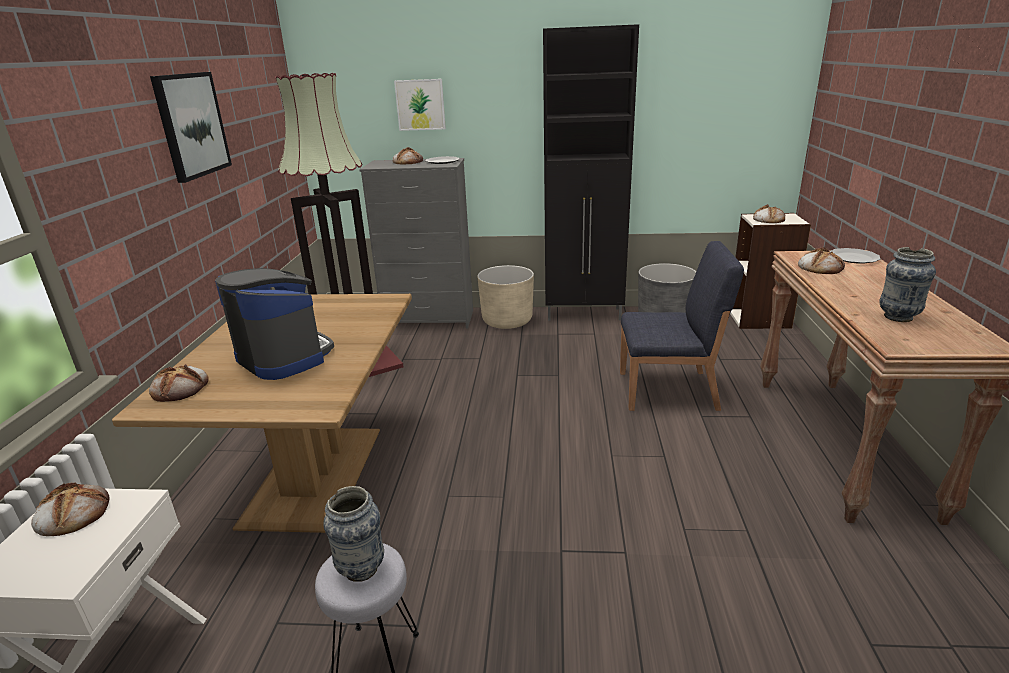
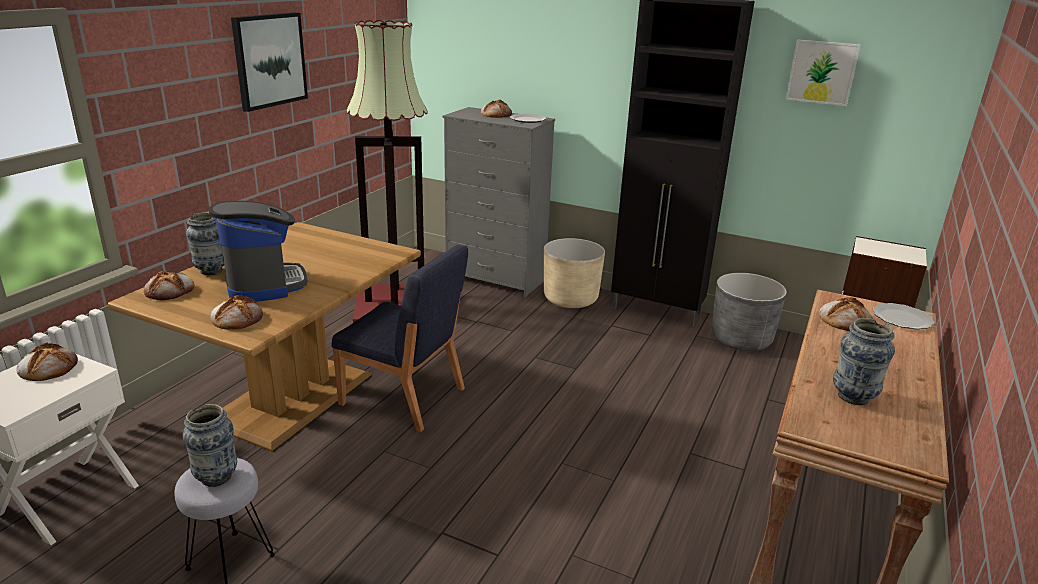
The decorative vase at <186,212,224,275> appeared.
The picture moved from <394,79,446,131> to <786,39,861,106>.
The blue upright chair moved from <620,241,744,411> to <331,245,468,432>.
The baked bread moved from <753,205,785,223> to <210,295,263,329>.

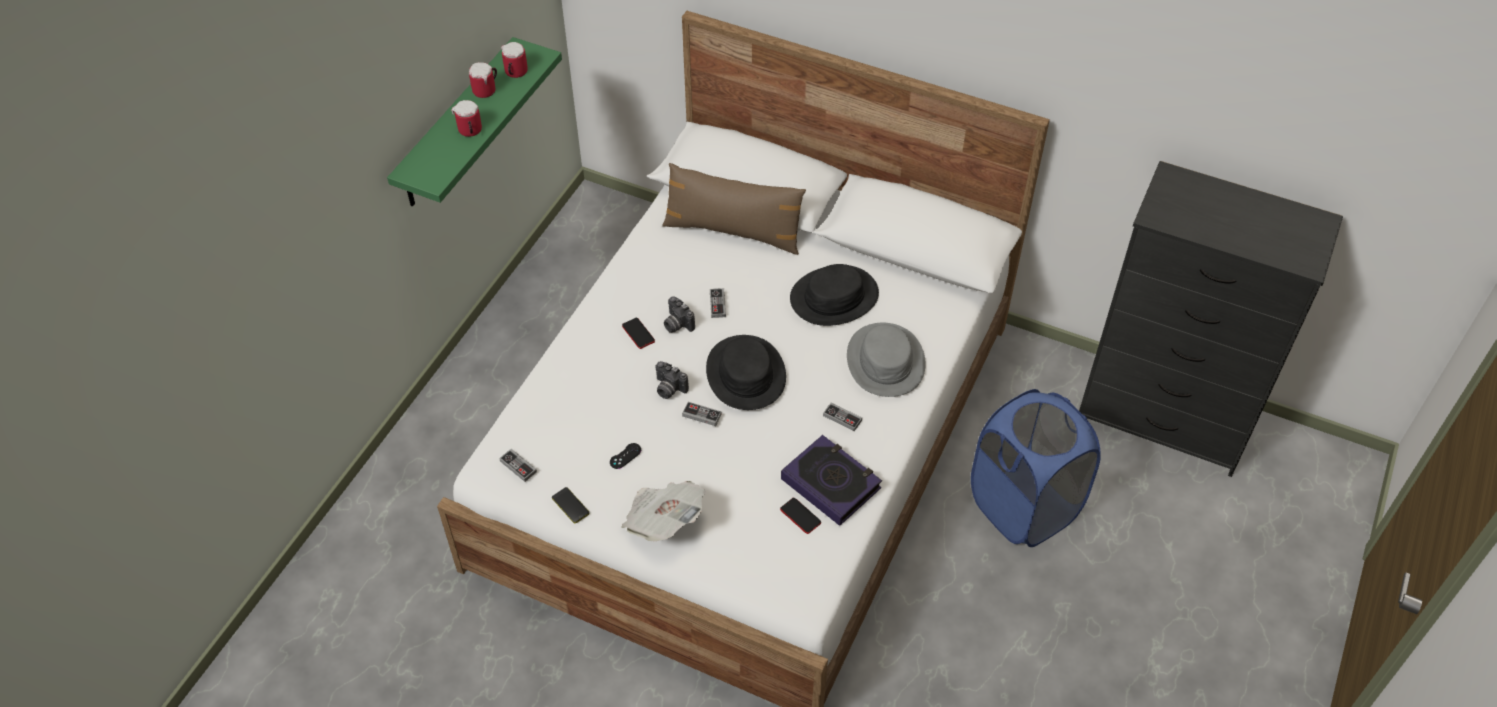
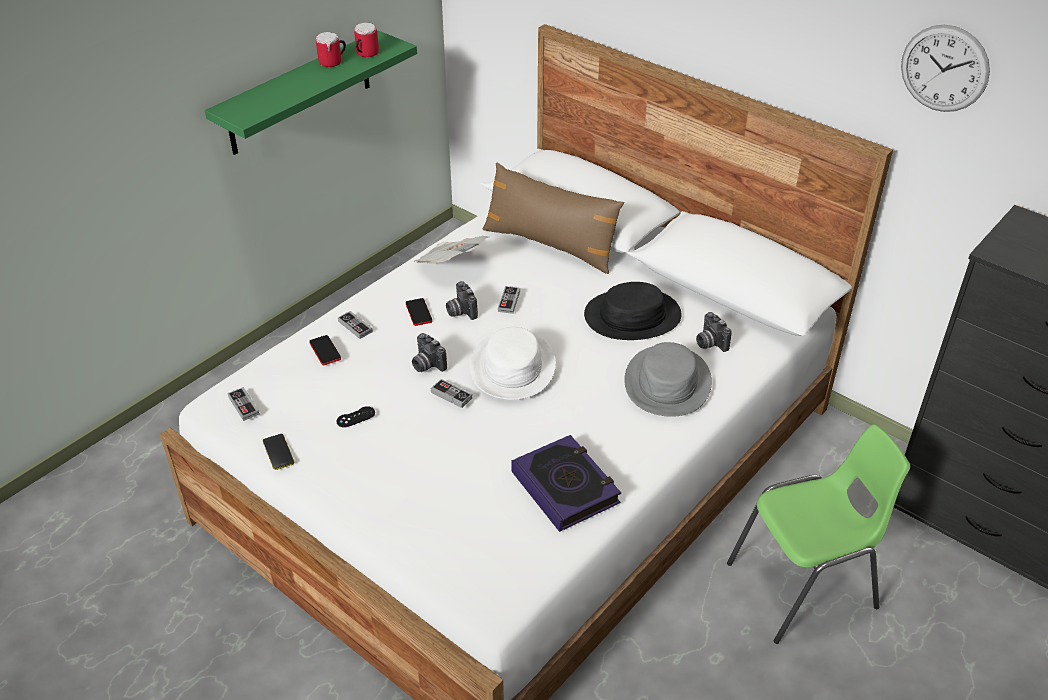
The mug at <451,100,482,137> disappeared.
The photo camera at <696,312,732,352> appeared.
The clock on the wall at <901,25,990,112> appeared.
The printed paper moved from <622,481,706,541> to <413,236,490,263>.
The phone moved from <780,498,821,534> to <309,335,341,365>.
The joypad moved from <823,402,862,431> to <338,311,373,339>.
The blue washing basket at <971,389,1101,547> was replaced by the green upright chair at <727,424,910,644>.
The black-coloured clothing hat at <706,335,786,410> became the whitish clothing hat at <470,327,556,400>.

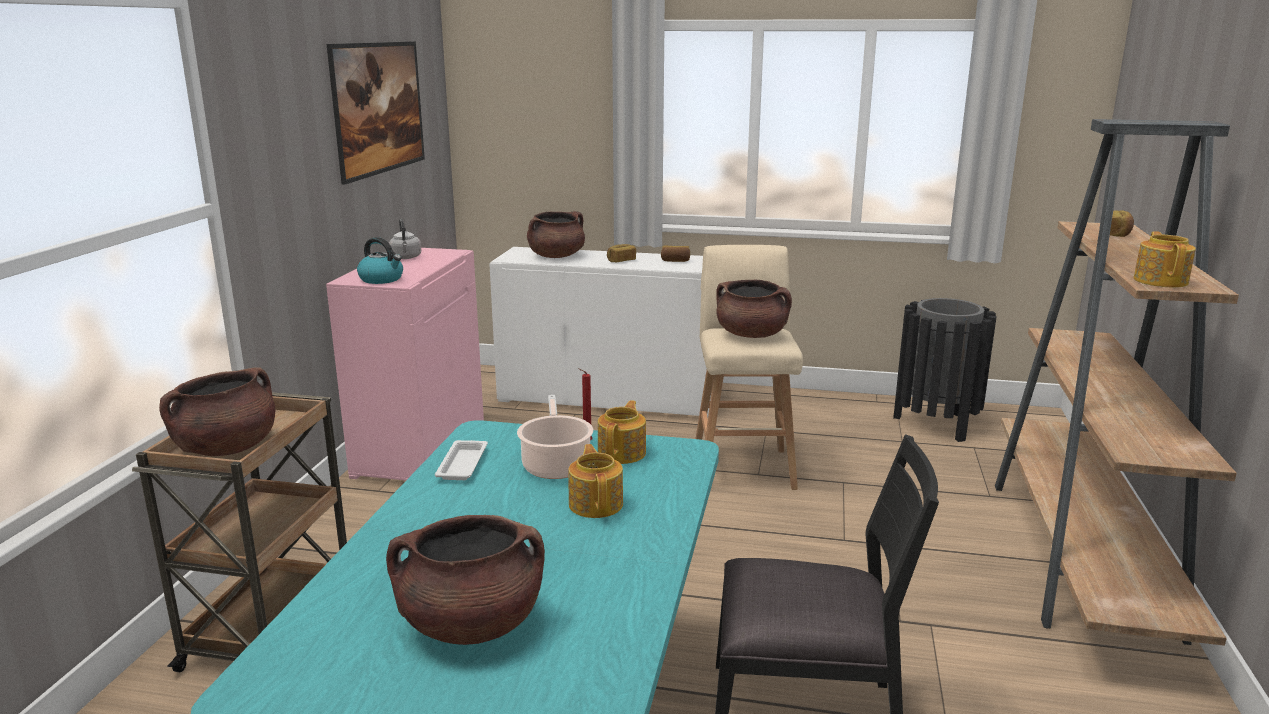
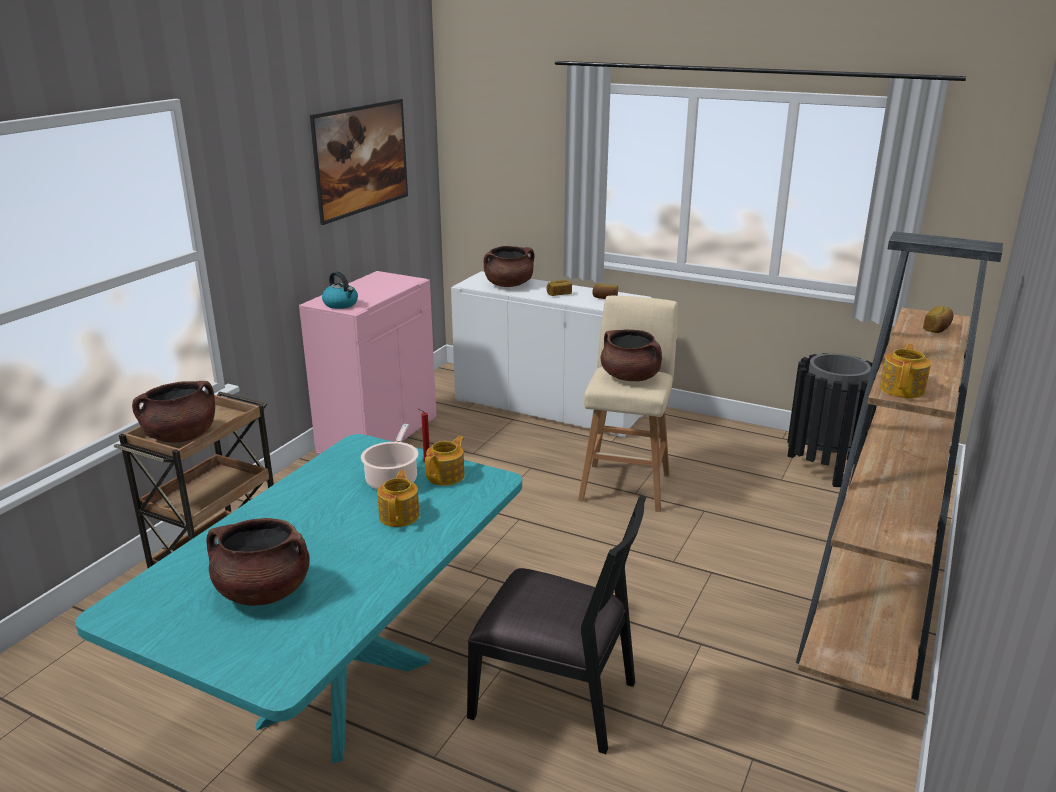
The greyish kettle at <389,219,421,259> disappeared.
The whitish tray at <435,440,488,480> disappeared.

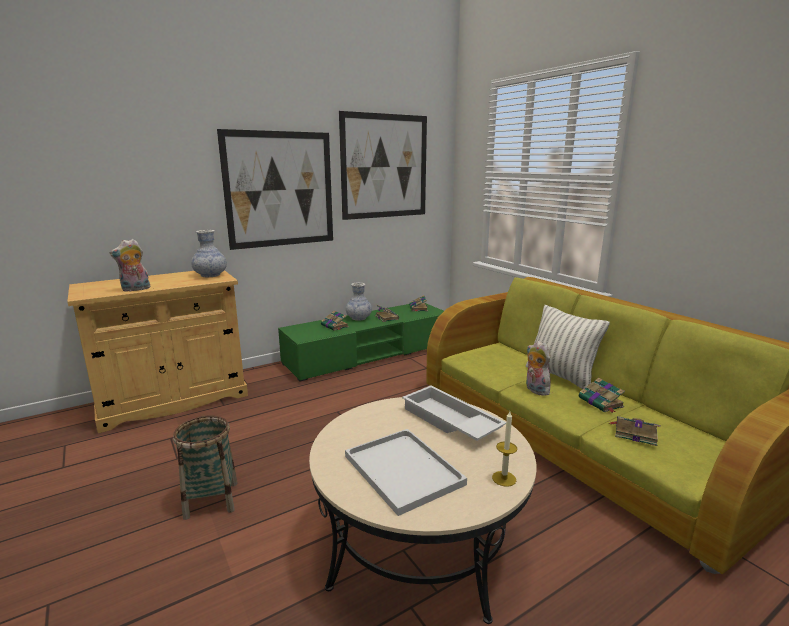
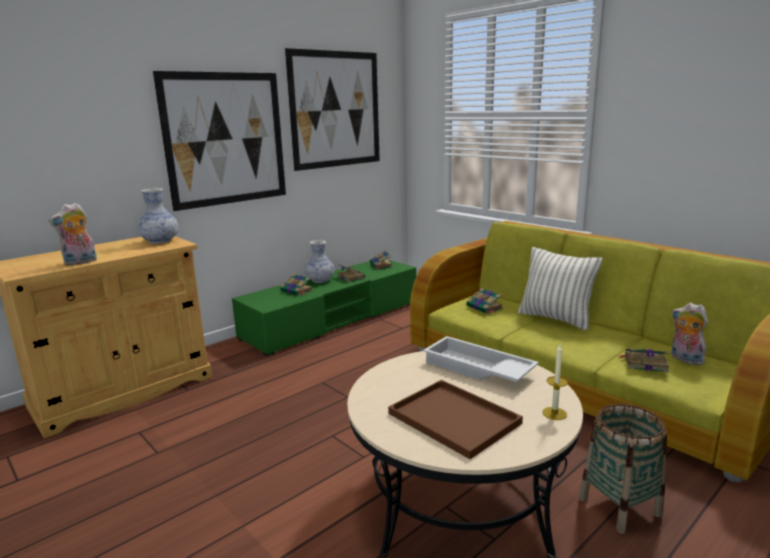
The household basket moved from <173,415,238,520> to <579,404,667,534>.
The cuddly toy moved from <526,341,551,396> to <672,303,708,365>.
The volume moved from <579,378,625,413> to <466,288,503,314>.
The whitish tray at <345,429,467,516> became the brownish tray at <388,380,523,459>.

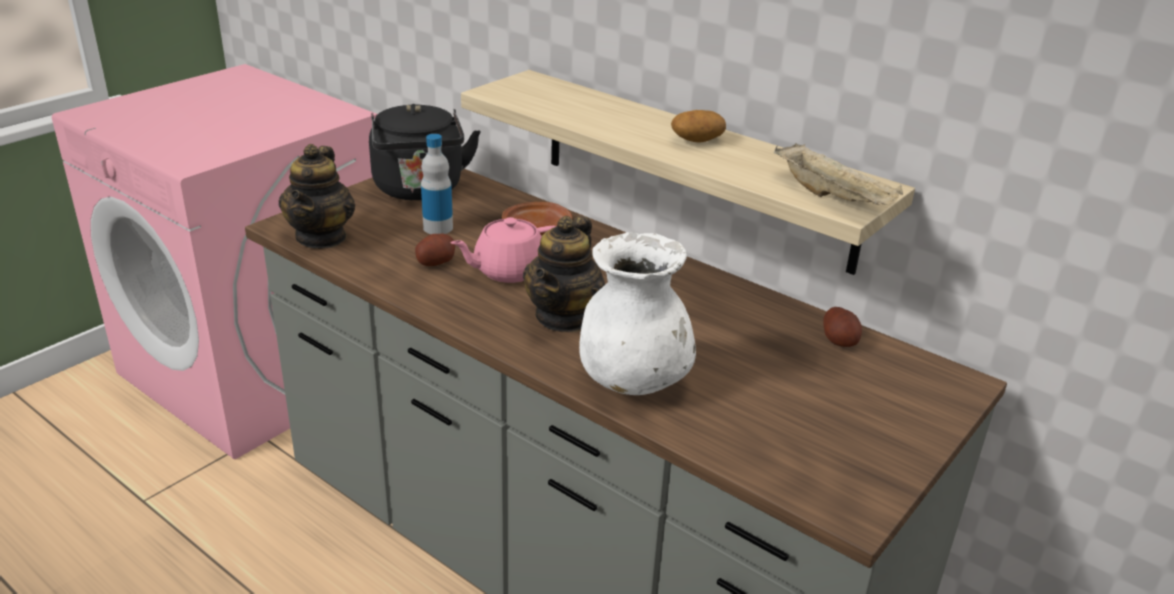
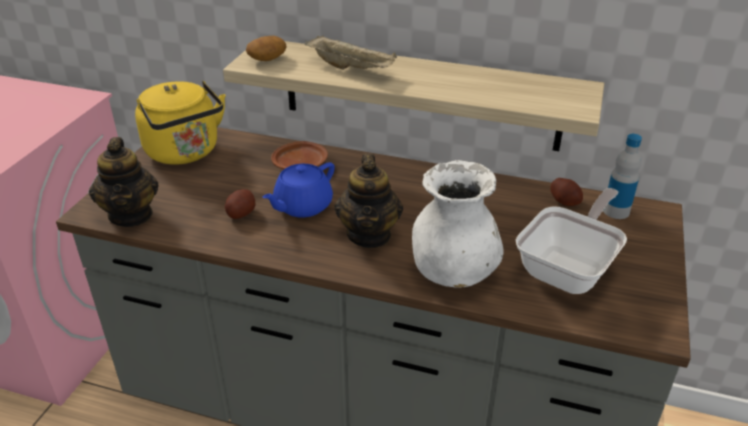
The pan at <516,188,627,294> appeared.
The bottle moved from <421,134,453,234> to <603,134,642,219>.
The spud moved from <671,110,726,143> to <246,36,287,61>.
The beige tray moved from <774,143,903,205> to <305,35,397,70>.
The black-coloured kettle at <369,104,481,200> became the yellow kettle at <135,81,226,165>.
The pink pot for tea at <450,217,556,283> became the blue pot for tea at <262,162,335,218>.

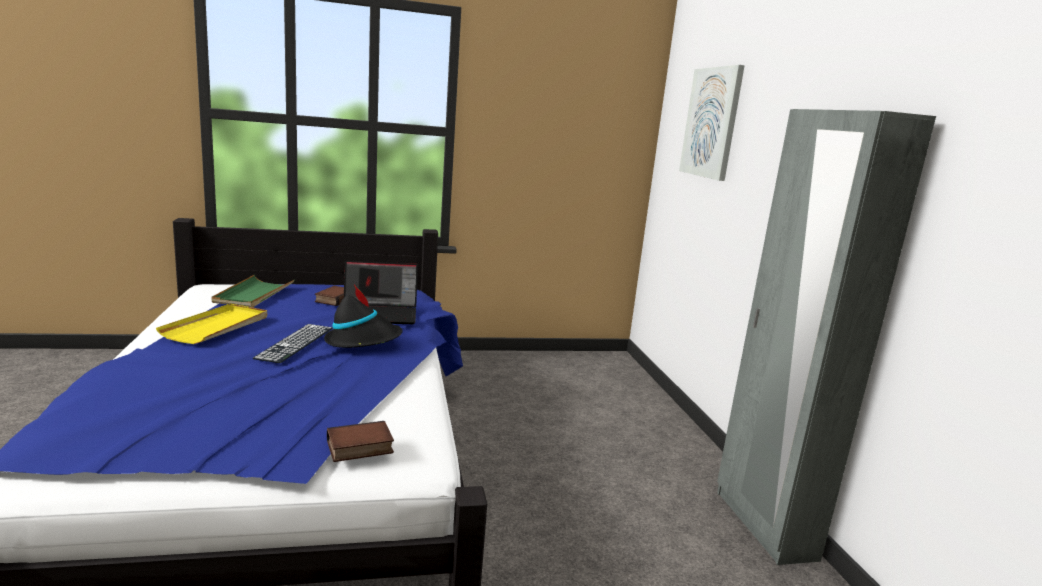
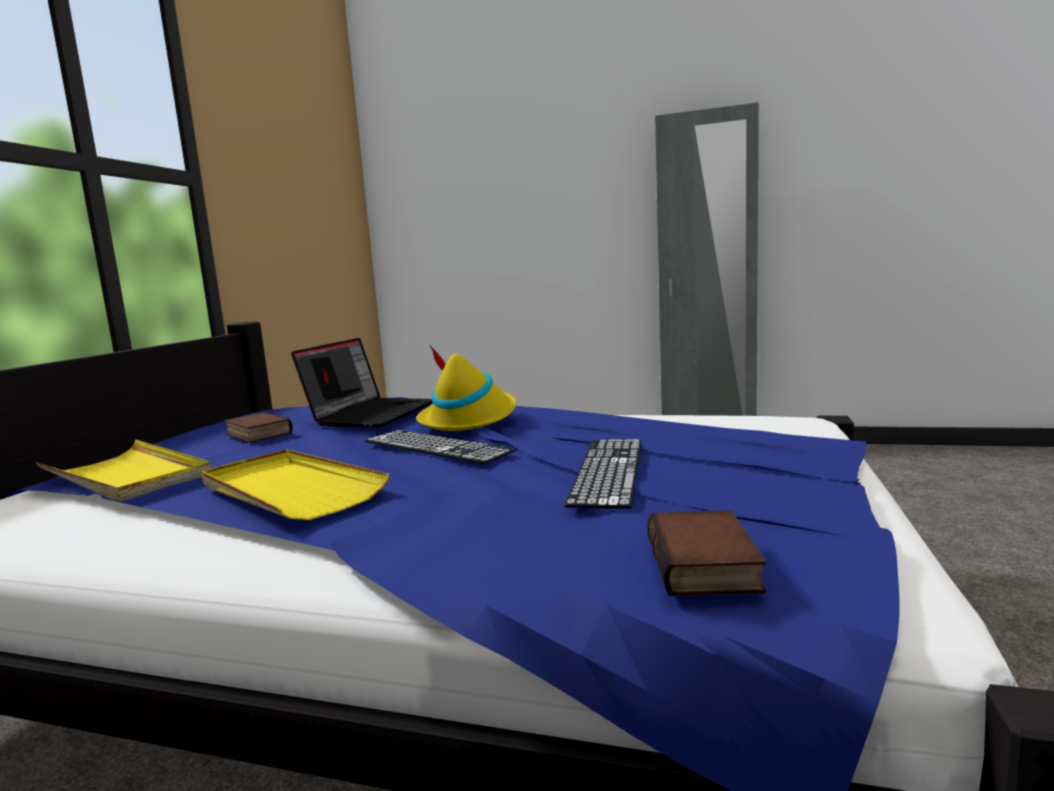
The picture at <679,65,745,181> disappeared.
The keyboard at <564,439,642,509> appeared.
The volume moved from <327,421,394,462> to <647,510,767,596>.
The green tray at <212,275,295,307> became the yellow tray at <36,440,211,502>.
The black-coloured clothing hat at <324,285,403,348> became the yellow clothing hat at <416,345,516,431>.

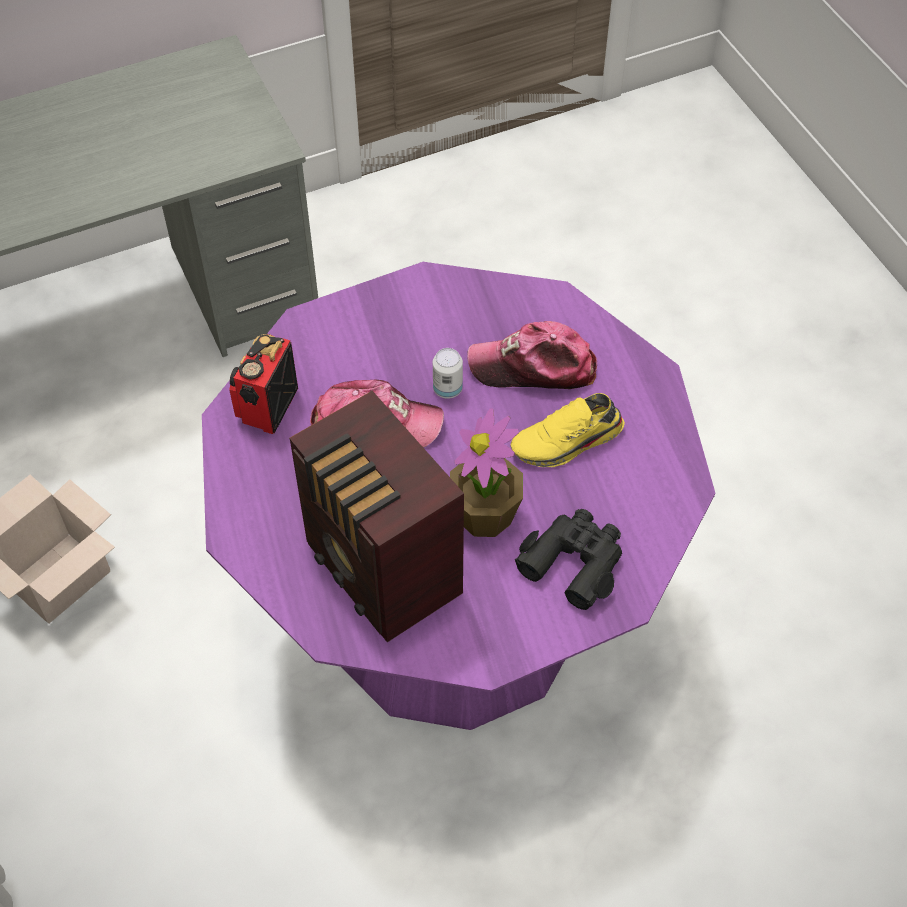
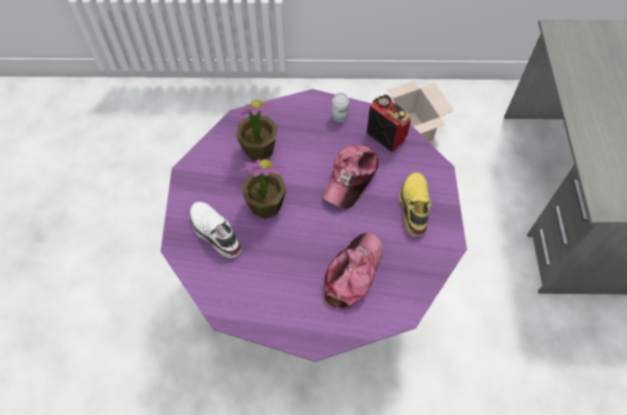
The metal can moved from <433,348,463,399> to <332,93,349,122>.
The yellow item of footwear moved from <510,393,625,467> to <399,172,431,236>.
The radio at <289,391,464,642> was replaced by the plant in a pot at <233,100,278,161>.
The black-coloured field glasses at <515,509,622,610> was replaced by the whitish item of footwear at <190,202,242,258>.

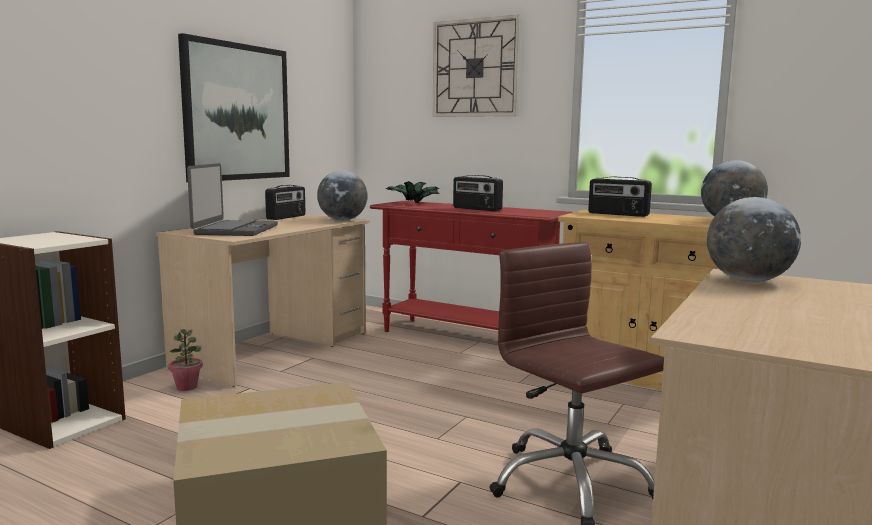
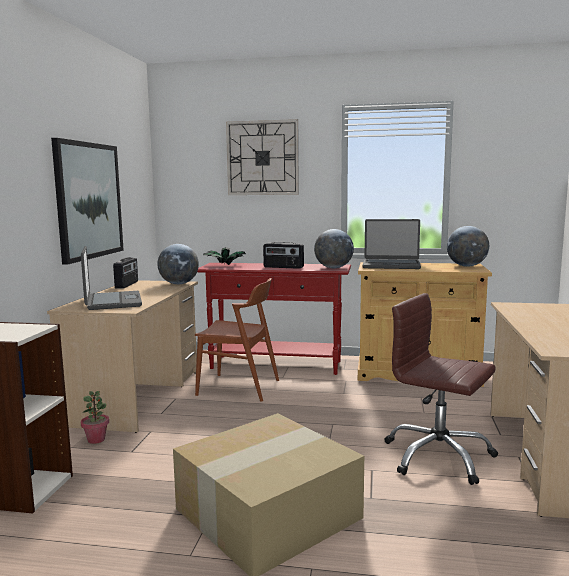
The brownish upright chair at <195,278,279,401> appeared.
The desk globe moved from <707,197,801,282> to <314,229,354,268>.
The radio at <588,177,652,217> was replaced by the notebook computer at <362,219,421,269>.

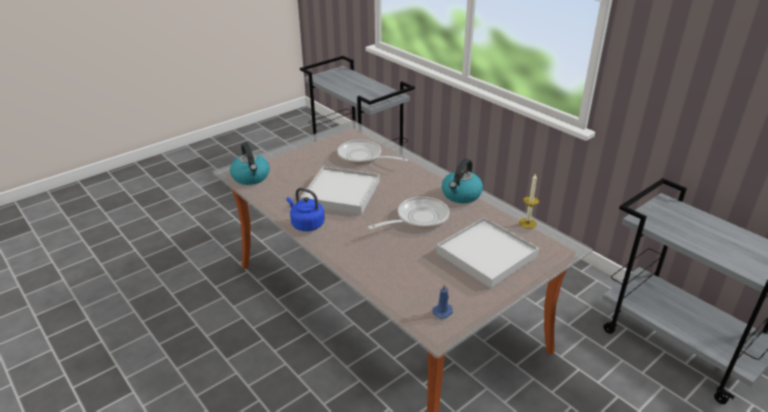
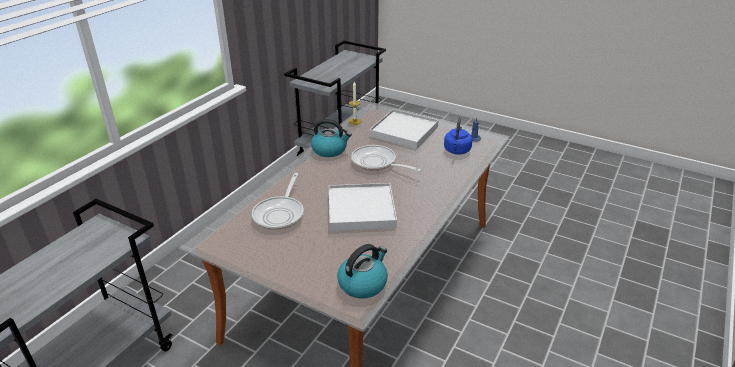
The blue kettle moved from <287,188,325,231> to <444,117,472,154>.

